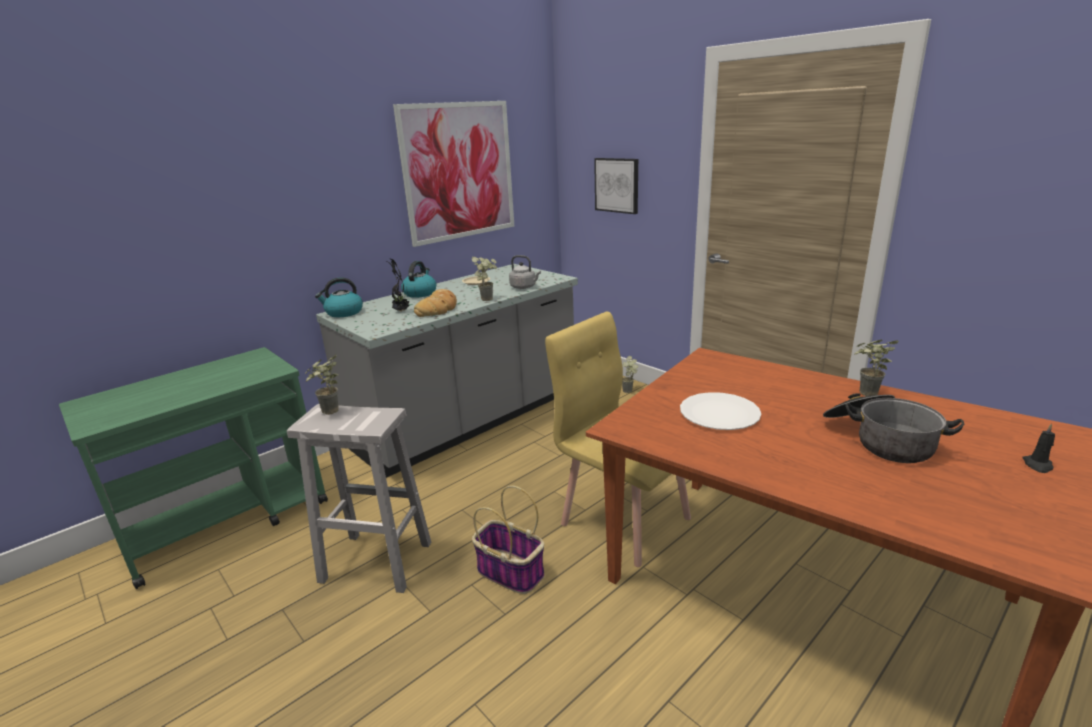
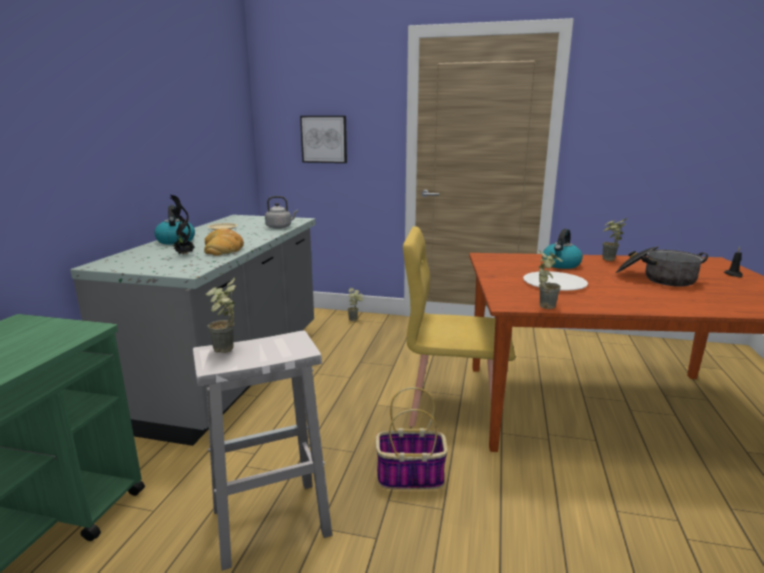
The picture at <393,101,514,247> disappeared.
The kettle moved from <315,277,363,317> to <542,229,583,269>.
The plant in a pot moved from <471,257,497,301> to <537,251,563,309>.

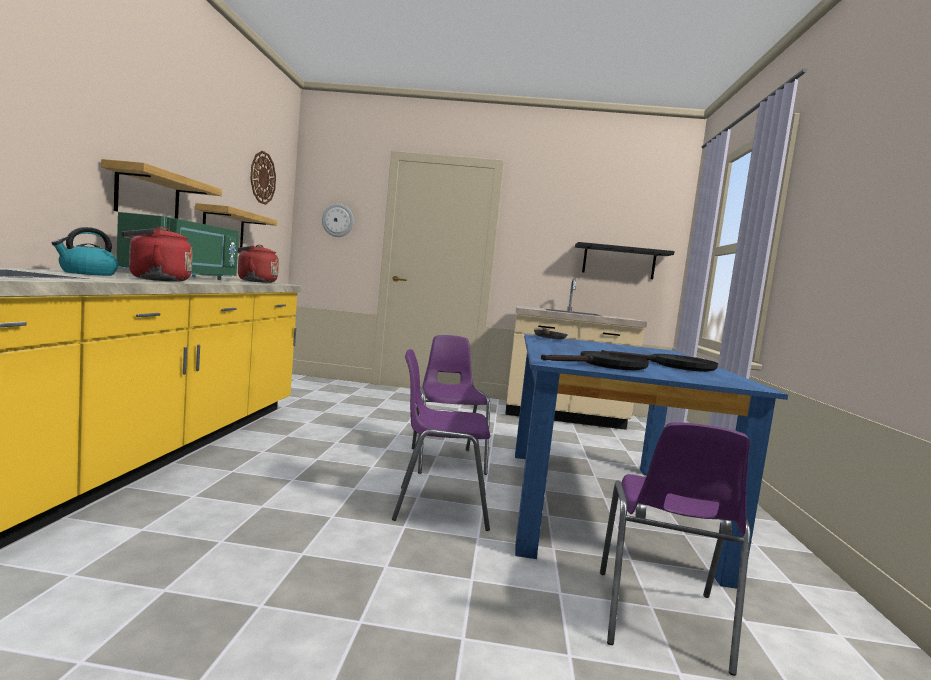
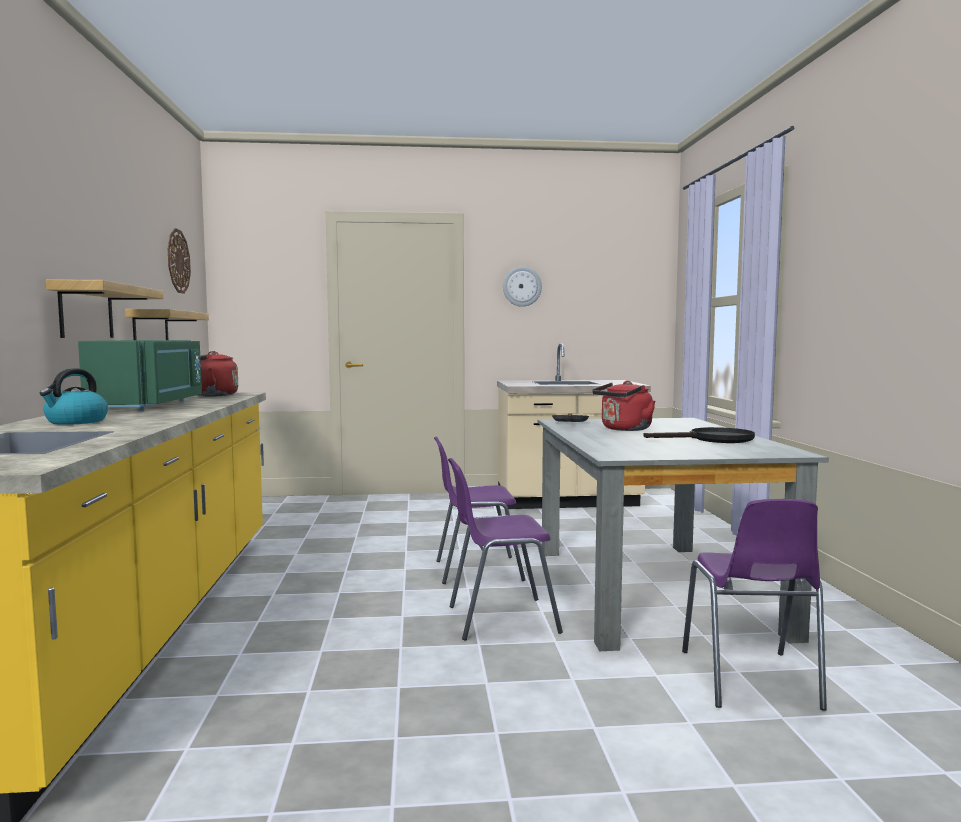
The black-coloured pan at <541,351,649,370> disappeared.
The black-coloured bracket shelf at <575,242,675,279> disappeared.
The red kettle moved from <121,226,193,282> to <592,381,655,431>.
The clock on the wall moved from <322,204,354,237> to <503,267,542,307>.
The blue kitchen table at <515,334,788,589> became the greyish kitchen table at <537,418,829,651>.
The purple-coloured upright chair at <412,335,490,475> turned 75 degrees counterclockwise.

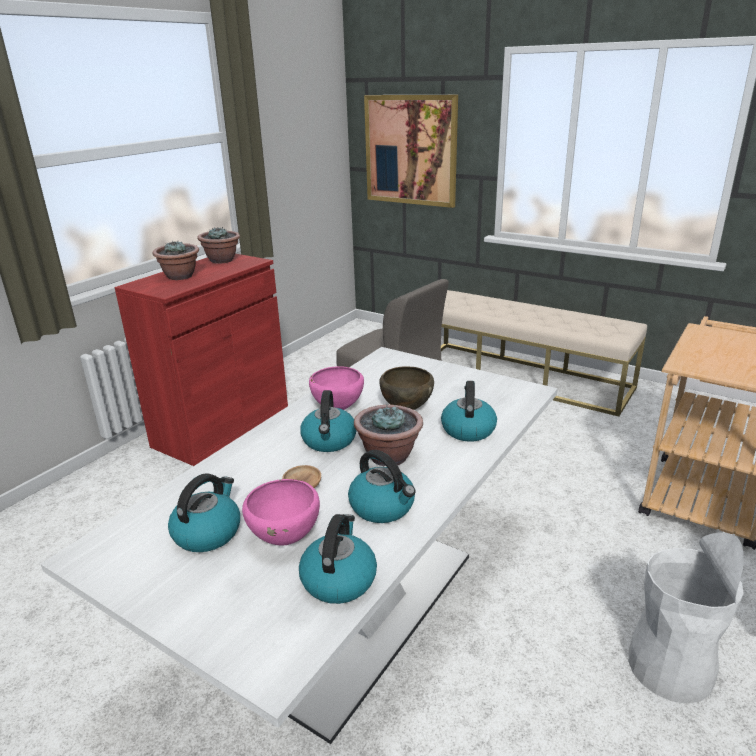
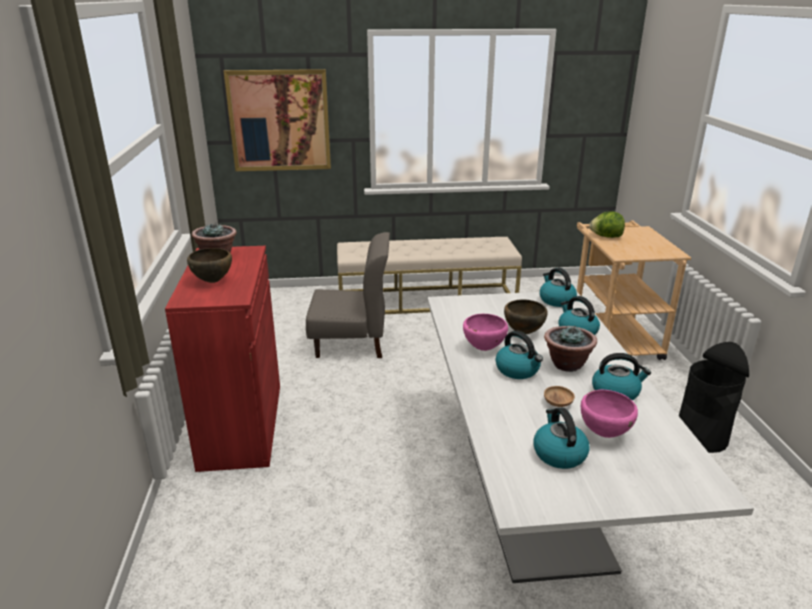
The lettuce at <590,212,625,238> appeared.
The kettle moved from <299,514,377,604> to <540,267,577,307>.
The plant in a pot at <153,241,199,280> was replaced by the brownish serving bowl at <187,248,232,283>.
The whitish waste bin at <628,533,744,704> became the black-coloured waste bin at <679,342,749,453>.

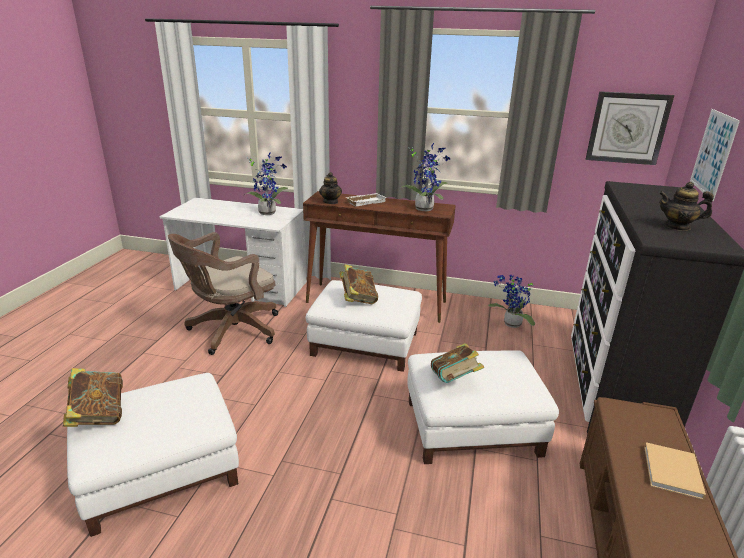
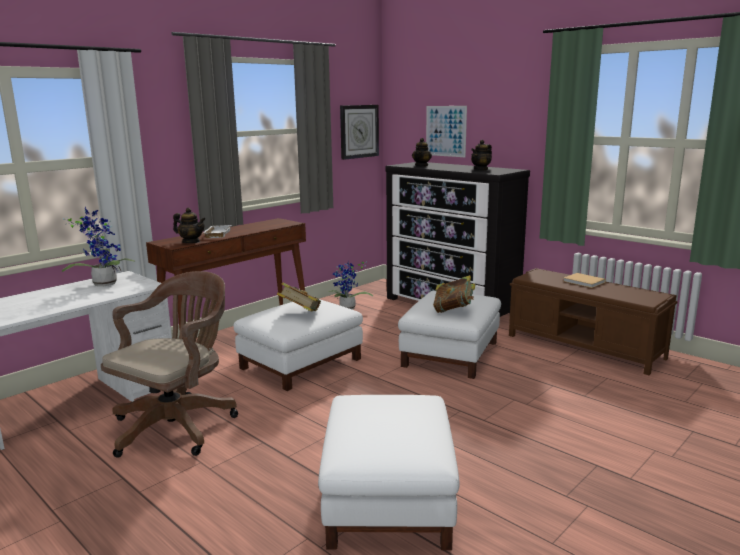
The volume at <63,368,123,427> disappeared.
The plant in a pot at <400,143,450,211> disappeared.
The pot for tea at <412,138,432,166> appeared.
The brownish computer chair at <168,232,278,355> turned 135 degrees counterclockwise.

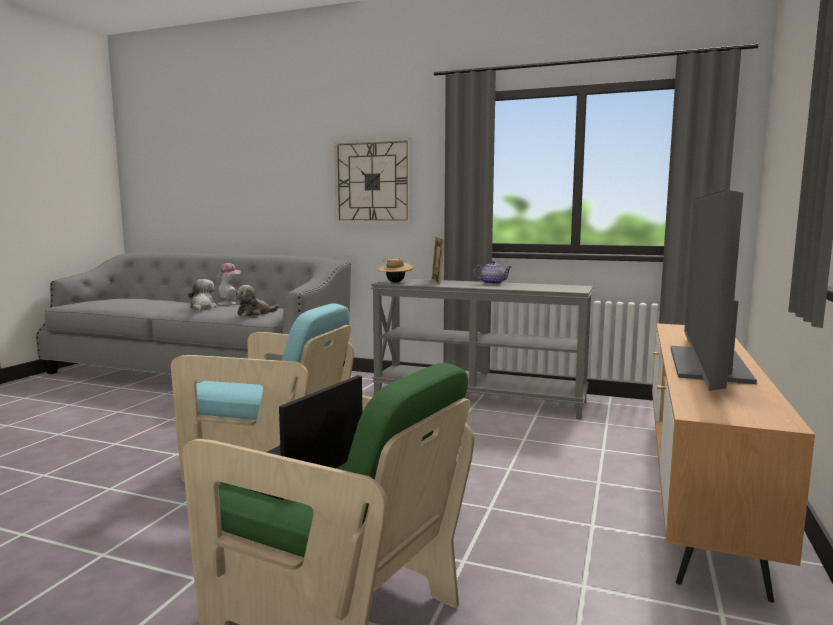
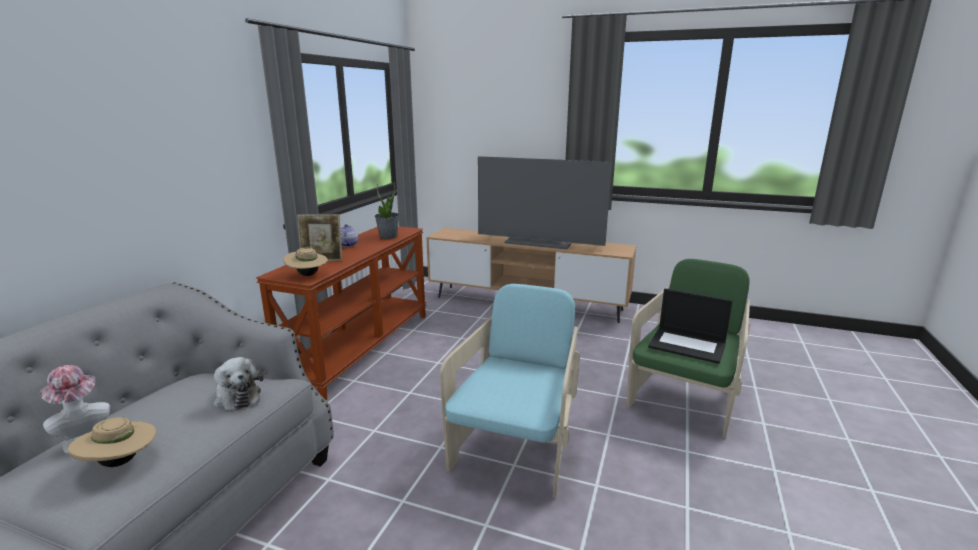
The clock on the wall at <334,138,411,224> disappeared.
The plant in a pot at <375,182,399,239> appeared.
The cuddly toy at <188,279,217,311> was replaced by the beige clothing hat at <68,417,157,467>.
The greyish console table at <371,279,593,419> became the brownish console table at <256,226,427,400>.

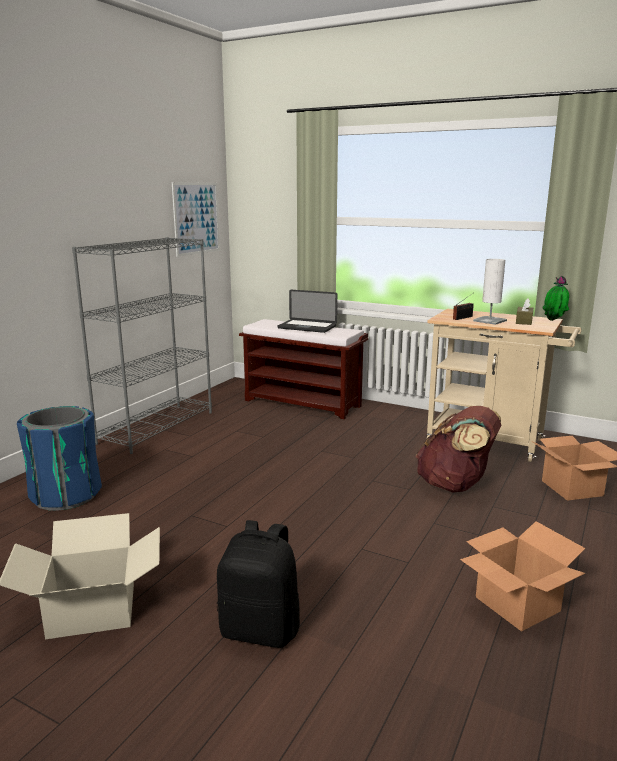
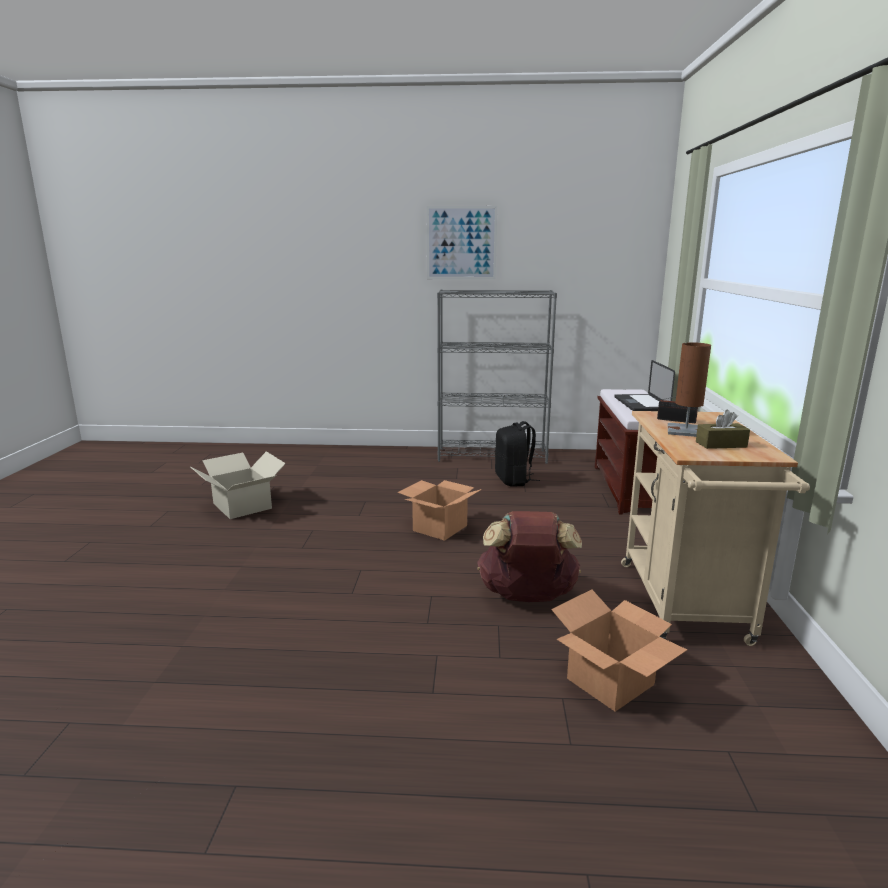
The blue waste bin at <17,406,102,511> disappeared.
The plant in a pot at <542,276,569,321> disappeared.
The picture moved from <172,182,220,256> to <426,206,497,279>.
The black-coloured knapsack moved from <217,520,300,648> to <495,421,540,487>.
The cardboard box moved from <460,521,585,632> to <397,480,482,541>.
The whitish tabletop lamp at <473,259,507,325> became the brownish tabletop lamp at <668,342,711,437>.

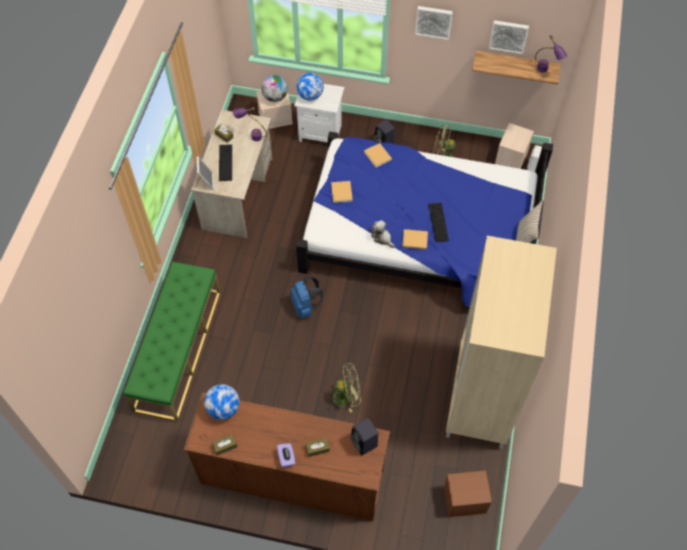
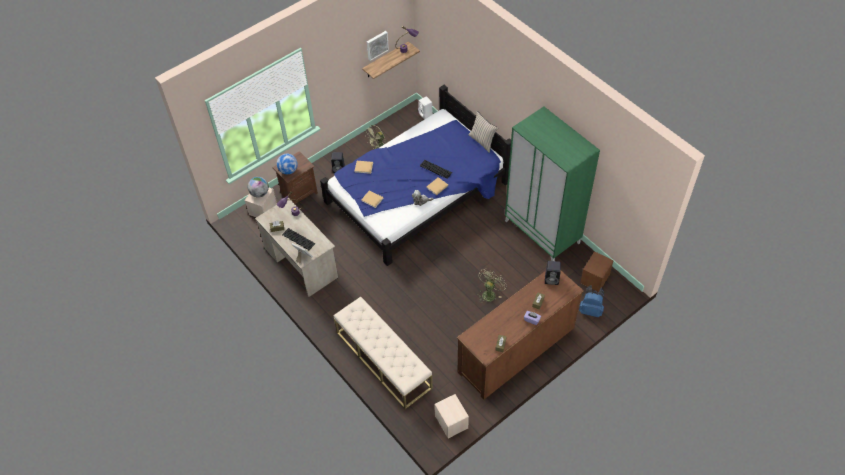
The desk globe at <204,384,240,420> disappeared.
The picture at <415,6,453,40> disappeared.
The blue knapsack moved from <291,276,323,318> to <579,285,605,317>.
The beige storage bin moved from <495,123,534,169> to <435,394,469,438>.
The green long seat at <123,262,221,421> became the beige long seat at <334,297,433,409>.
The whitish nightstand at <294,84,344,143> became the brownish nightstand at <272,151,318,204>.
The beige clothes cupboard at <446,236,557,449> became the green clothes cupboard at <505,107,600,261>.

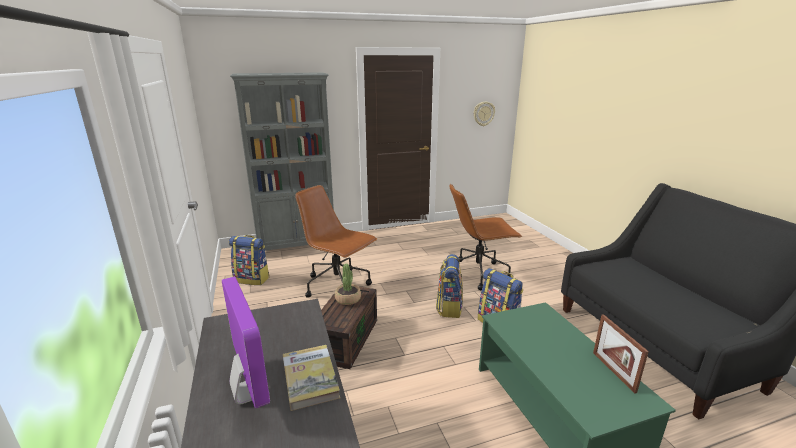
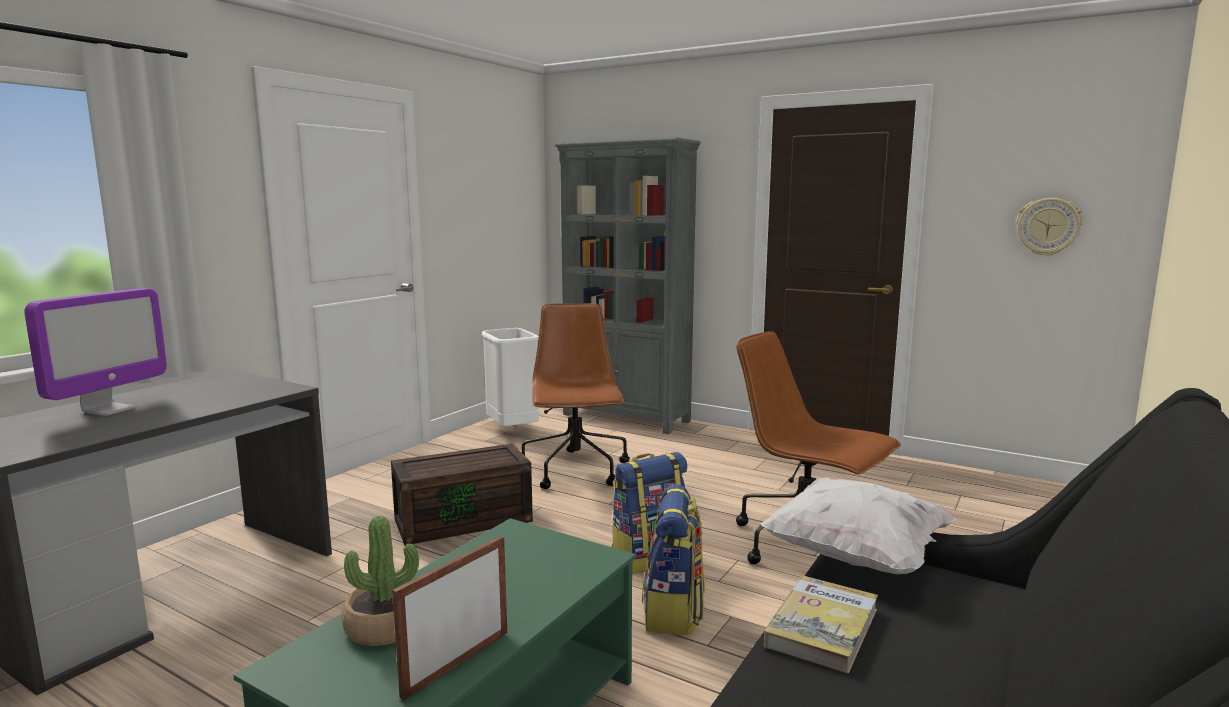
The whitish throw pillow at <761,477,956,574> appeared.
The volume moved from <283,345,340,411> to <764,575,878,674>.
The plant in a pot moved from <335,263,361,305> to <342,516,419,646>.
The knapsack at <229,235,270,285> was replaced by the whitish waste bin at <482,328,539,426>.

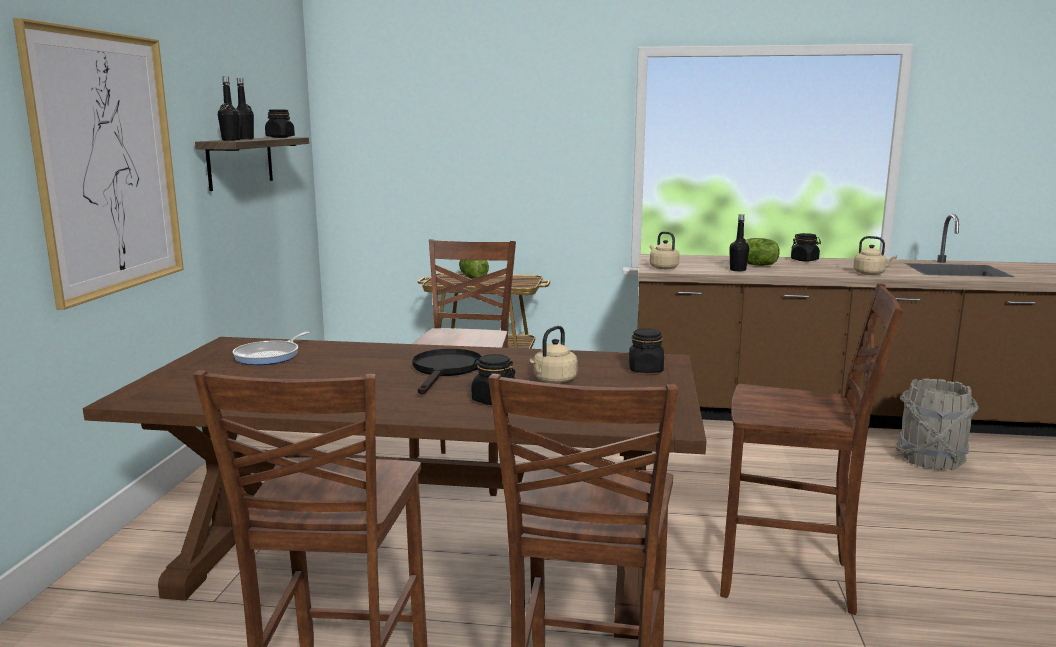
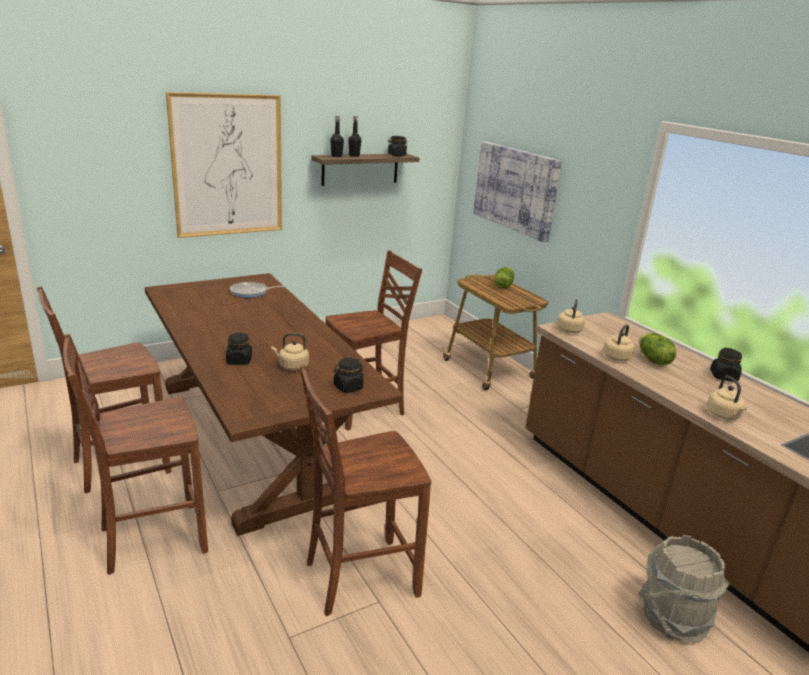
The black-coloured pan at <412,349,482,394> disappeared.
The picture at <473,141,562,242> appeared.
The black-coloured bottle at <729,214,749,272> was replaced by the beige kettle at <603,324,634,361>.
The brownish upright chair at <720,283,903,615> turned 90 degrees clockwise.

